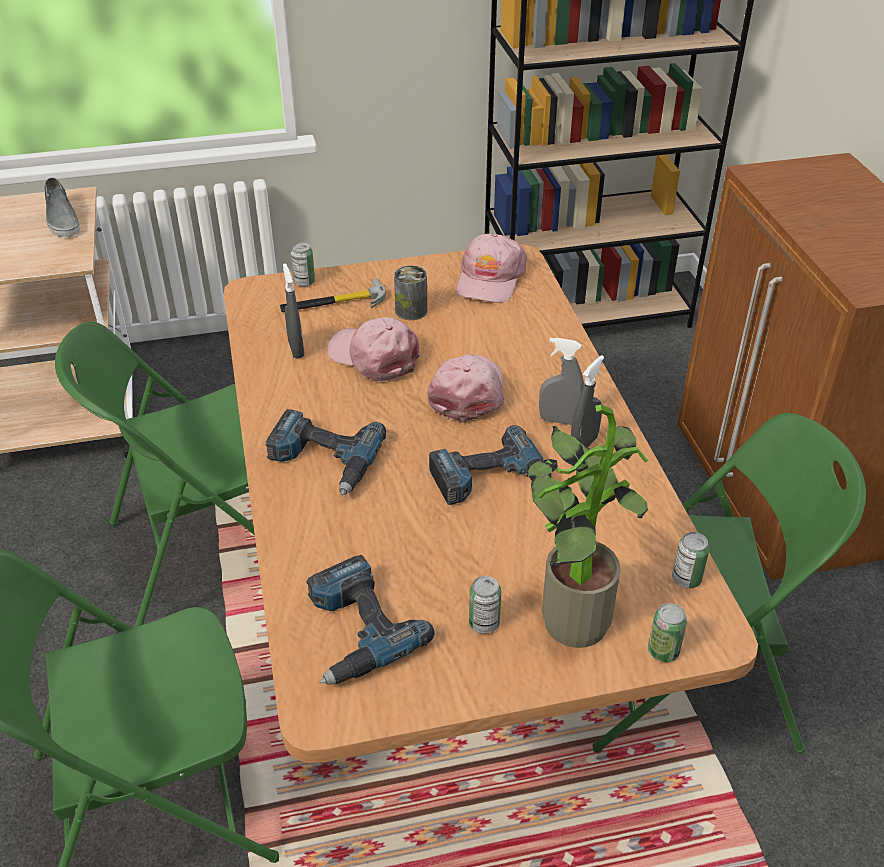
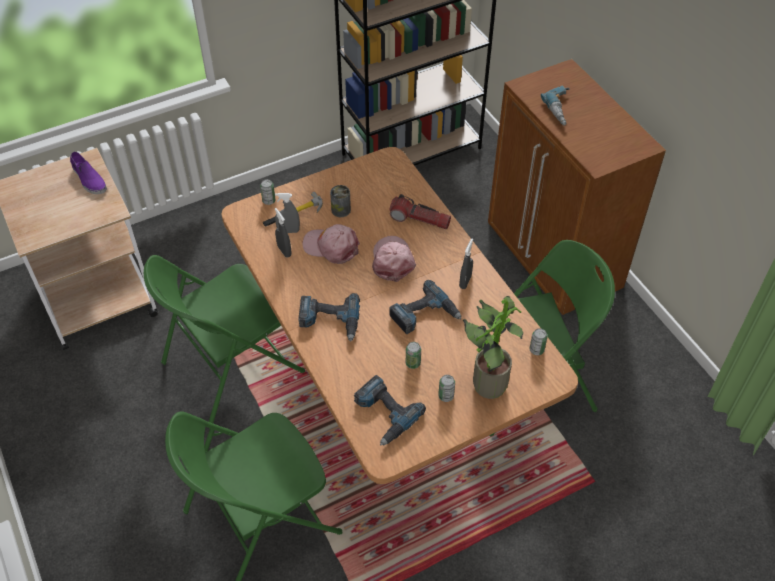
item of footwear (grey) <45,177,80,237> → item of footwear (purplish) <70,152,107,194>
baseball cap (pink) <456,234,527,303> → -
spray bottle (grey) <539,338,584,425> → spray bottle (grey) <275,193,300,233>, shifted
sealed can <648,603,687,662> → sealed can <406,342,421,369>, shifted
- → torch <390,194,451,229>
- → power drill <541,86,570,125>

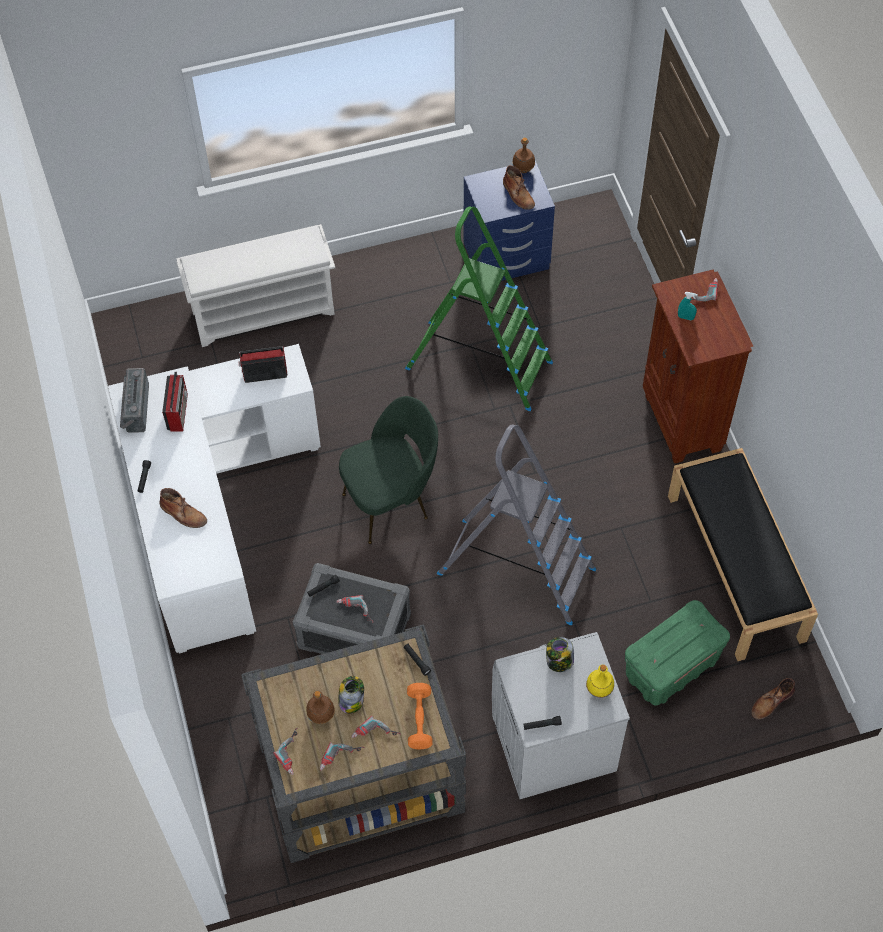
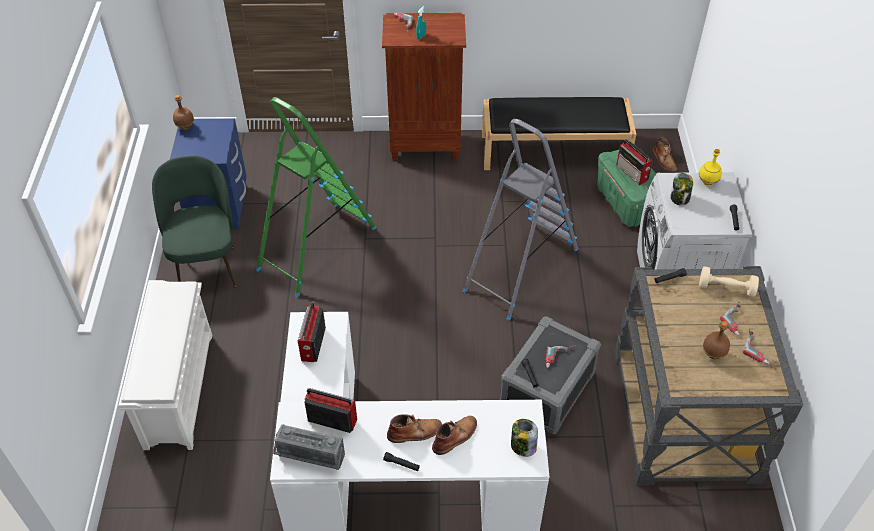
power drill <274,728,298,775> → -
storage jar <338,676,364,714> → storage jar <511,419,538,457>, shifted
chair (green) <339,396,438,544> → chair (green) <152,156,237,288>, shifted
free weight (orange) <407,683,433,749> → free weight (beige-coloured) <699,266,759,297>
high-top boot (brownish) <503,165,535,210> → high-top boot (brownish) <387,414,442,443>, shifted
- → radio receiver <616,139,653,185>

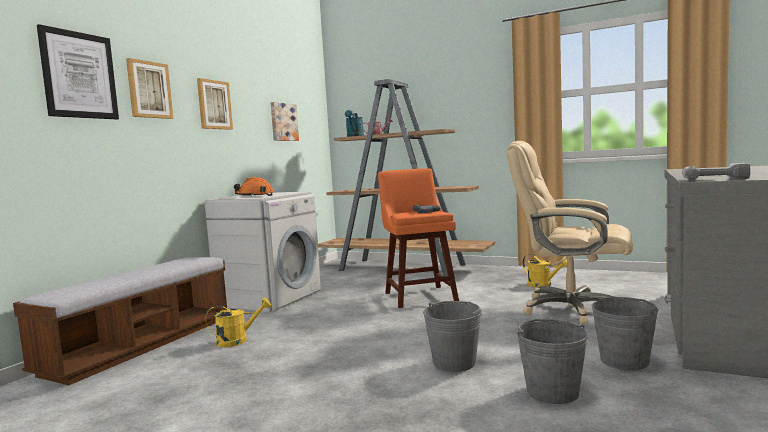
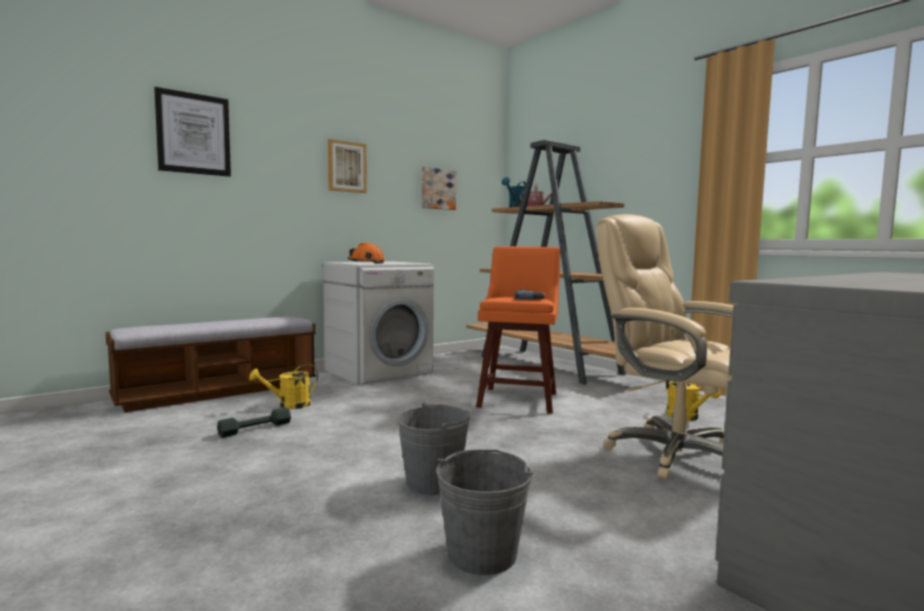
picture <126,58,173,119> → -
sprinkling can (yellow) <206,298,271,348> → sprinkling can (yellow) <249,364,318,409>, 150 degrees clockwise
pail (grey) <592,297,658,370> → -
power drill <682,163,750,179> → -
- → free weight (grey) <217,408,291,438>

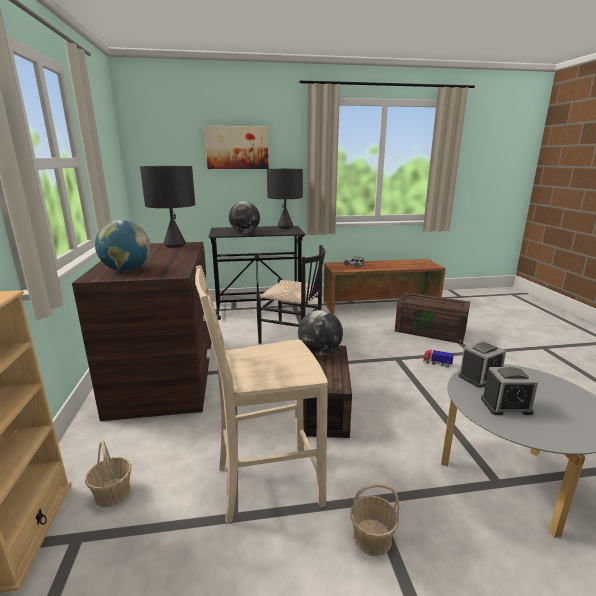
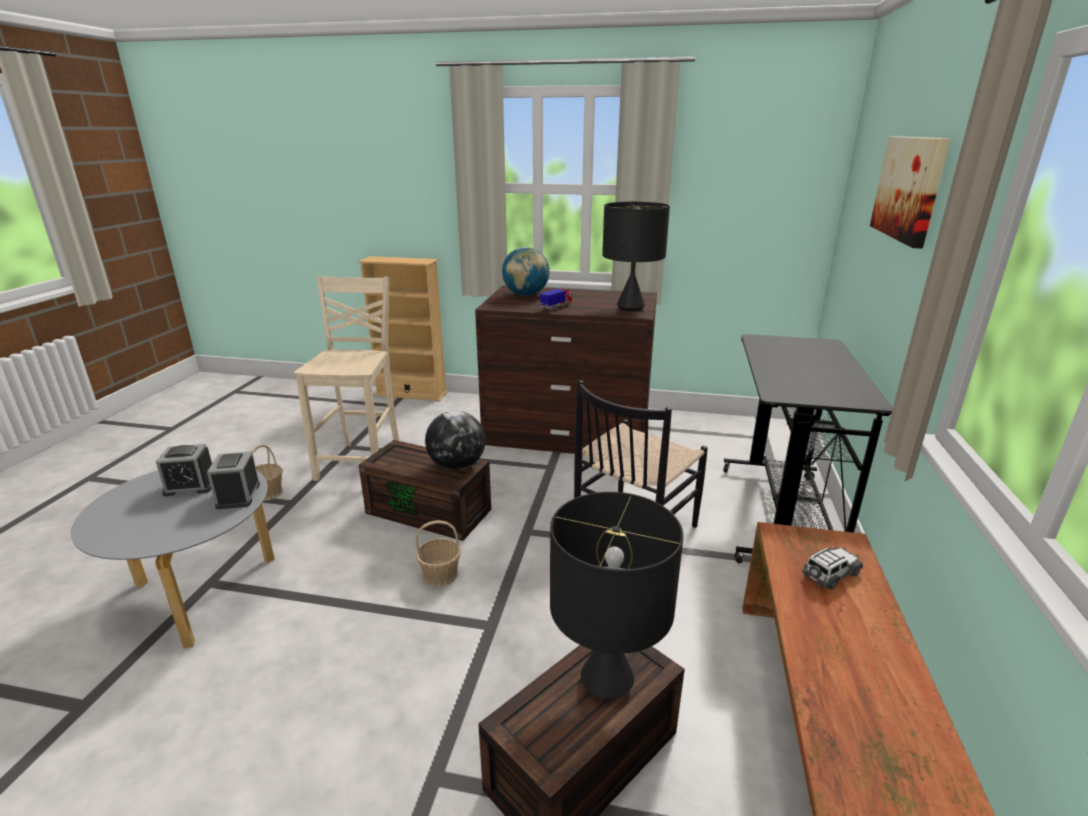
household basket <85,440,132,508> → household basket <416,520,461,587>, shifted
globe <229,201,260,233> → -
lamp for a table (black) <267,169,303,229> → lamp for a table (black) <550,492,683,699>, shifted
model truck <423,350,454,367> → model truck <540,288,572,311>, shifted
alarm clock <481,367,538,415> → alarm clock <156,444,212,496>, 120 degrees counterclockwise

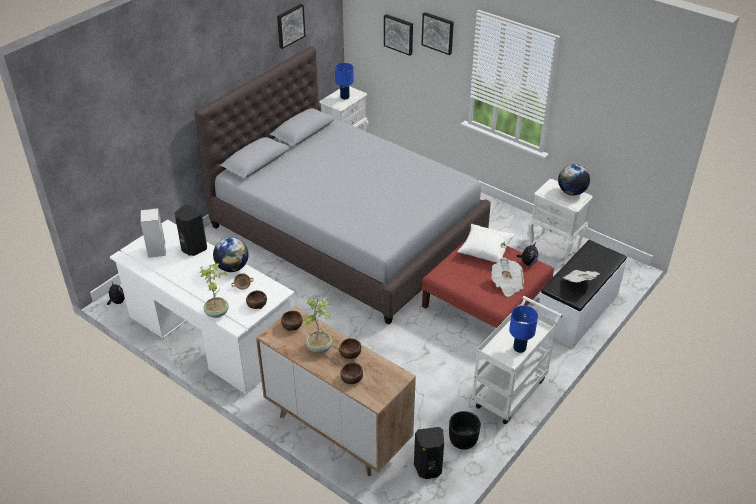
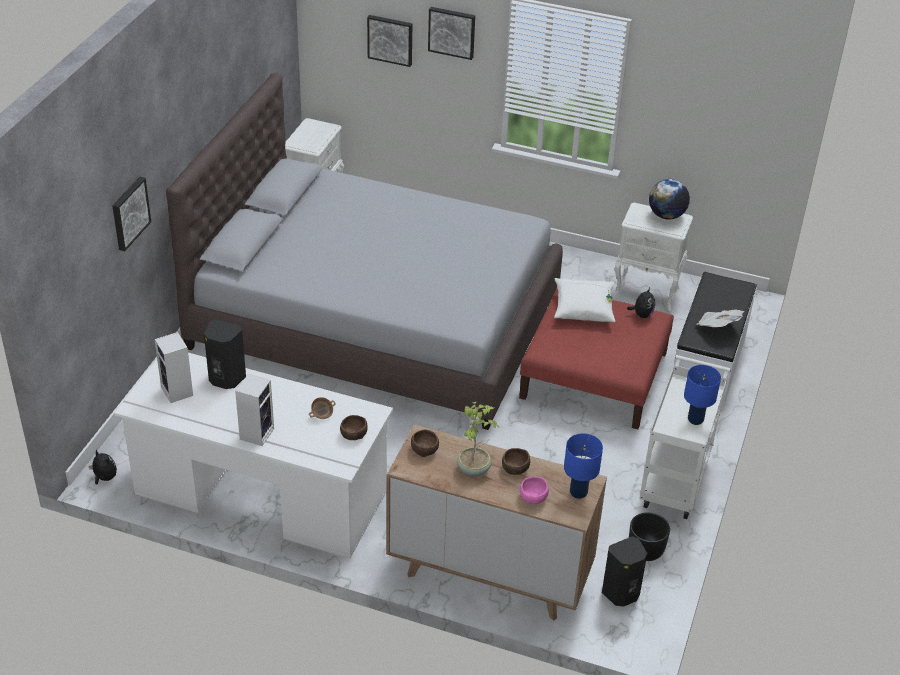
plant in a pot <200,263,229,318> → -
globe <213,237,249,272> → -
picture <277,4,305,49> → picture <112,177,151,251>, shifted
lamp for a table (bluish) <335,63,354,100> → lamp for a table (bluish) <564,433,603,499>, shifted
deep dish (brownish) <340,363,363,384> → deep dish (pink) <520,477,549,505>
newspaper <491,258,524,297> → -
- → audio speaker <235,374,274,446>

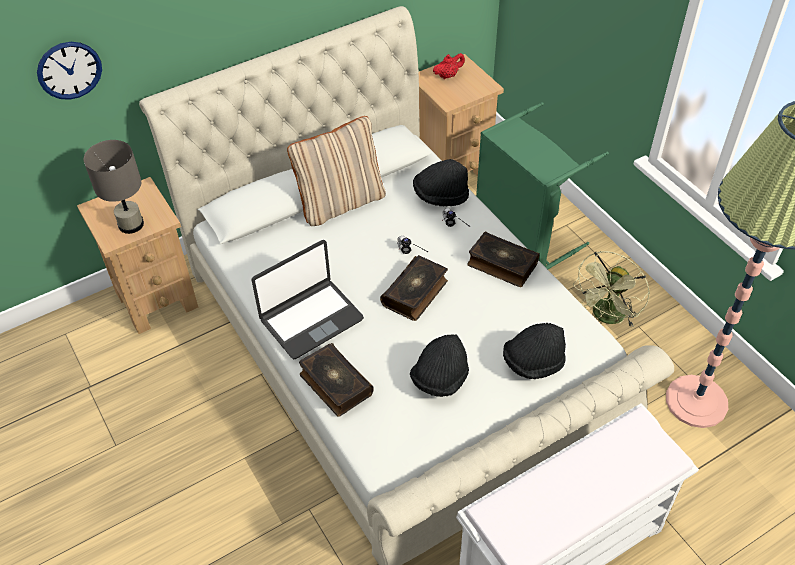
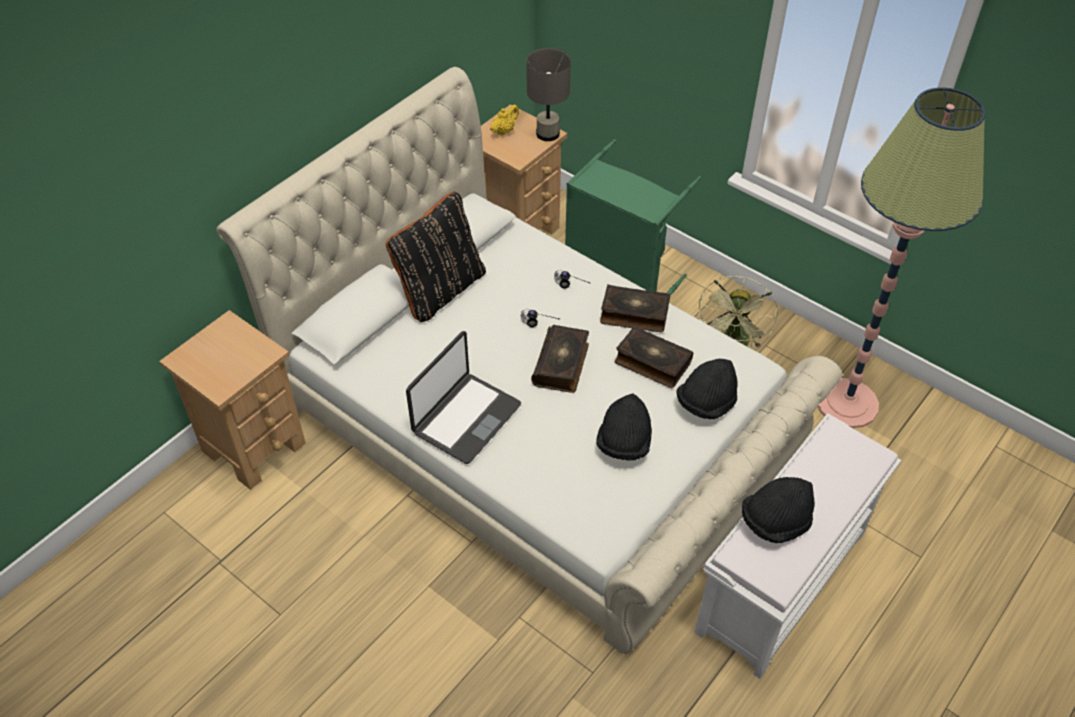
wall clock <37,42,102,100> → -
lamp for a table (grey) <84,140,144,234> → lamp for a table (grey) <527,48,571,141>, shifted
throw pillow (beige-coloured) <287,116,386,226> → throw pillow (black) <386,191,486,323>
book <299,343,374,417> → book <615,326,693,388>, shifted
hat (black) <413,159,469,206> → hat (black) <742,477,815,543>, shifted
pot for tea (red-coloured) <433,53,465,79> → pot for tea (yellow) <490,105,519,135>

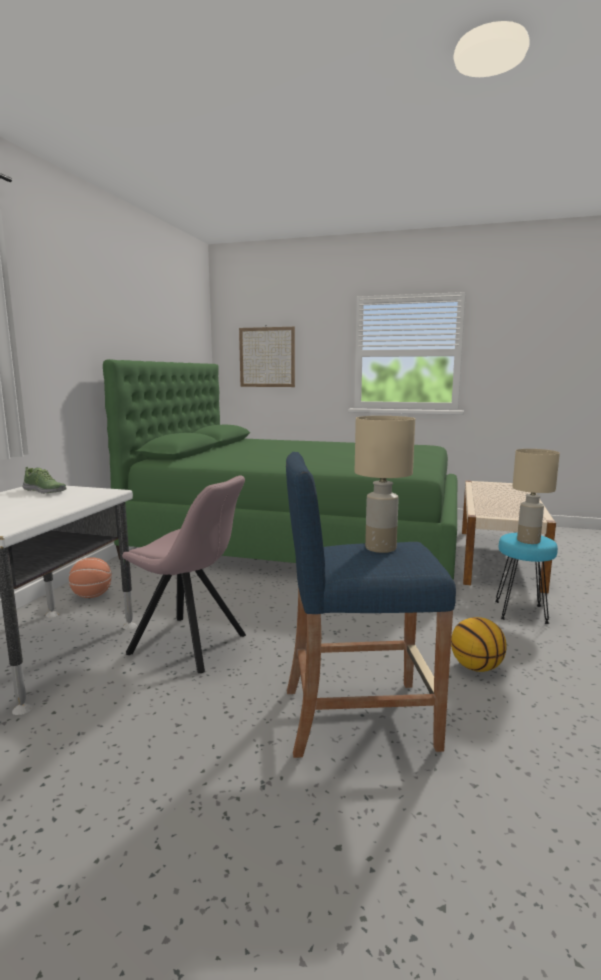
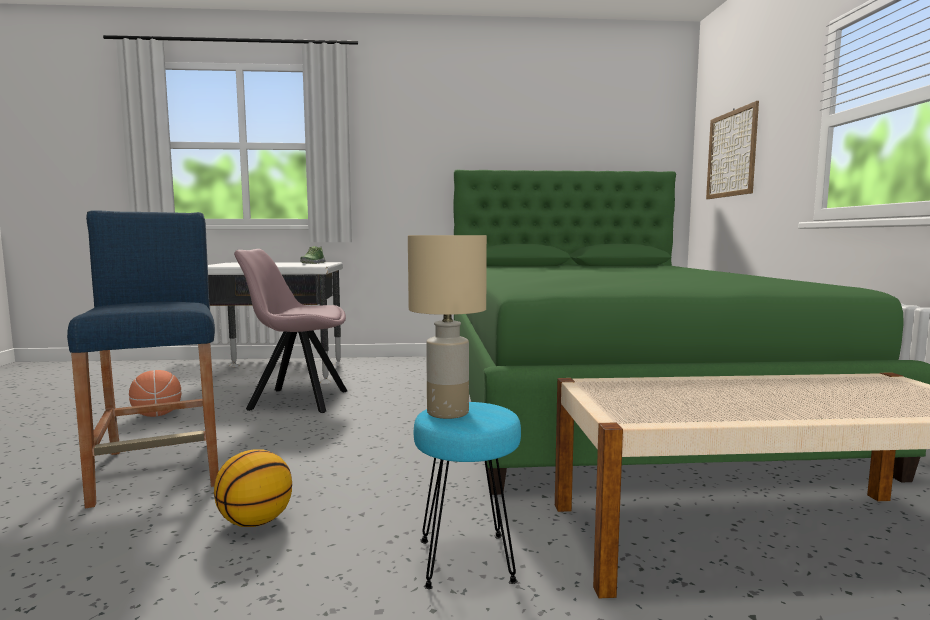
basketball ball <69,558,112,598> → basketball ball <129,370,181,417>, shifted
chair (pink) <122,475,246,673> → chair (pink) <234,249,347,413>, 90 degrees clockwise
lamp for a table (beige-coloured) <355,416,415,553> → -

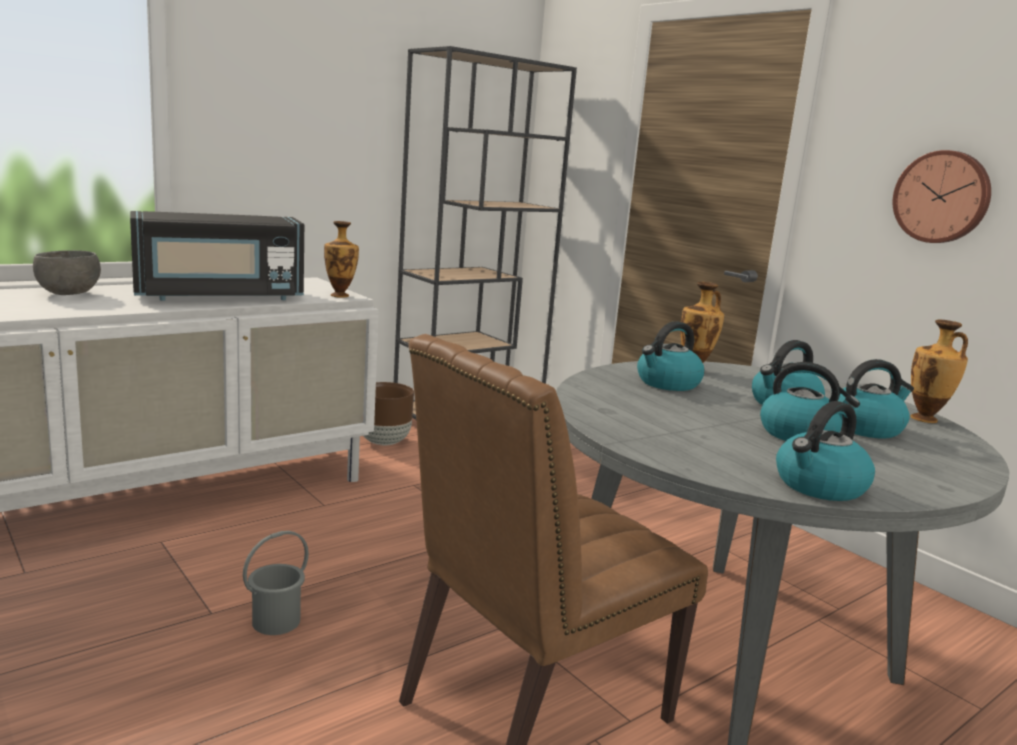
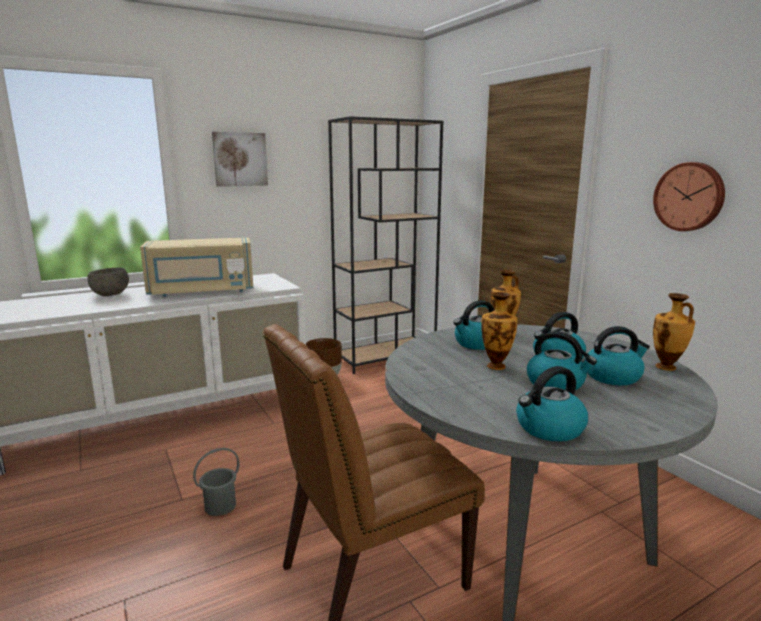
microwave (black) <130,211,304,301> → microwave (beige-coloured) <140,237,253,297>
decorative vase <324,221,359,298> → decorative vase <481,292,518,370>, shifted
- → picture <212,132,268,187>

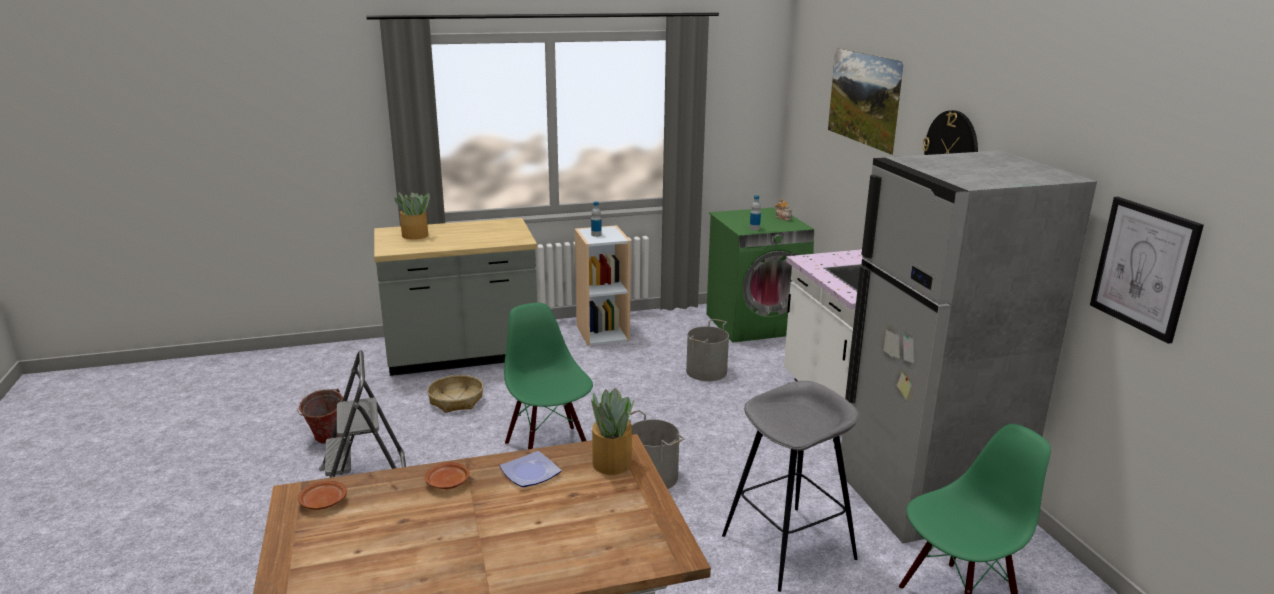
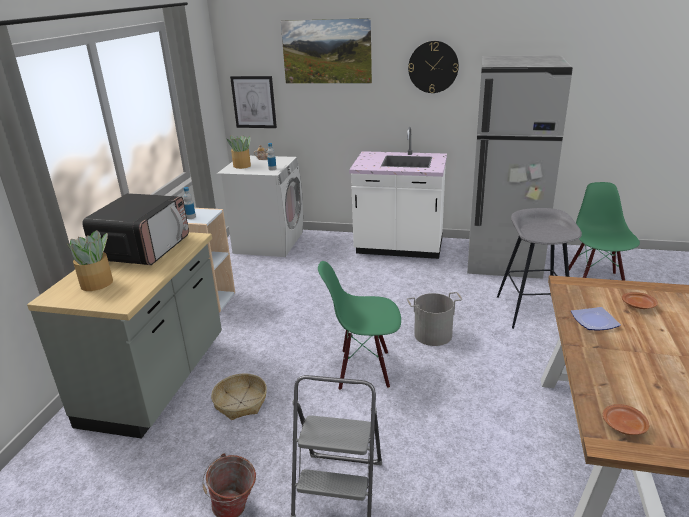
plate (brownish) <425,462,470,489> → plate (brownish) <622,292,658,309>, shifted
plant in a pot <591,388,635,475> → plant in a pot <227,135,251,169>, shifted
pail (grey) <686,319,729,381> → -
laundry machine (green) <706,207,814,343> → laundry machine (white-coloured) <217,156,303,257>
picture <1090,197,1204,344> → picture <230,76,277,128>, shifted
- → microwave <82,193,189,265>

